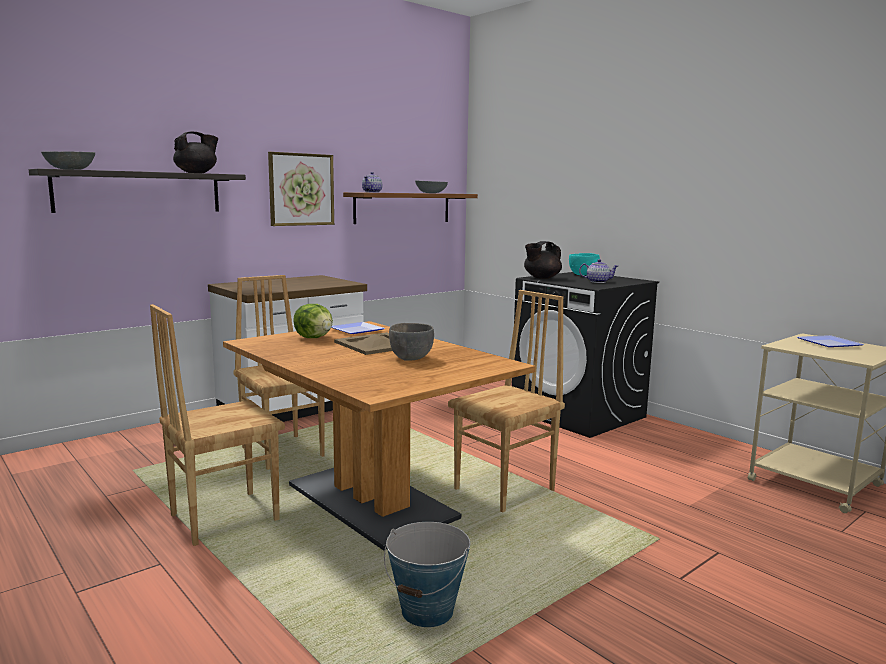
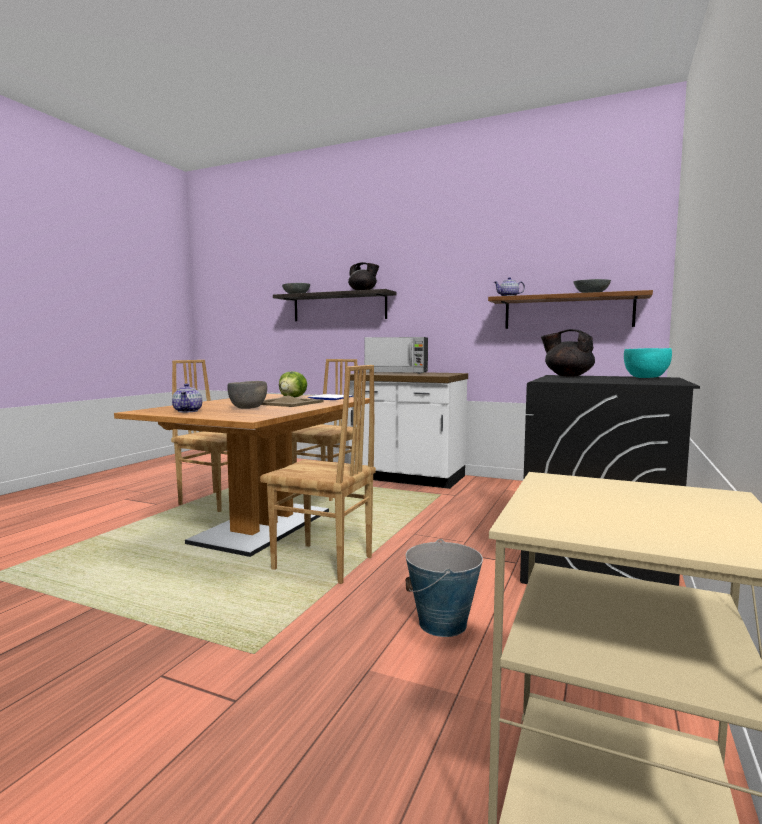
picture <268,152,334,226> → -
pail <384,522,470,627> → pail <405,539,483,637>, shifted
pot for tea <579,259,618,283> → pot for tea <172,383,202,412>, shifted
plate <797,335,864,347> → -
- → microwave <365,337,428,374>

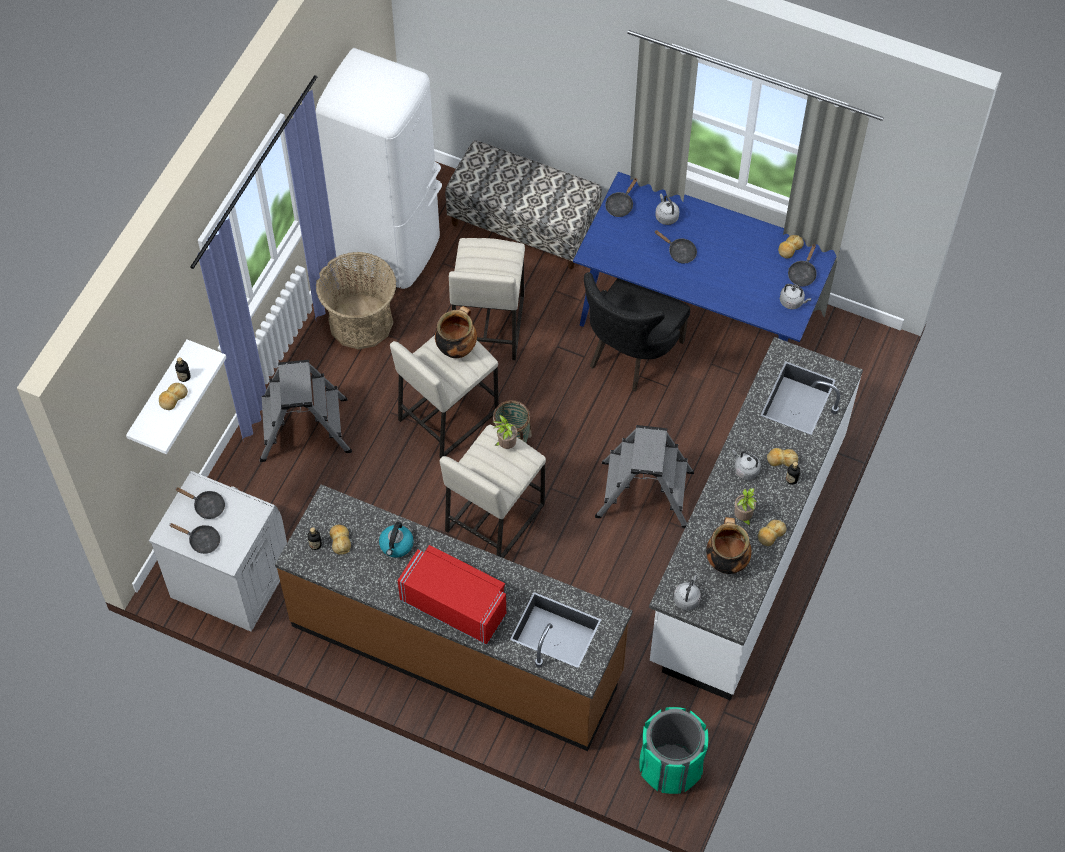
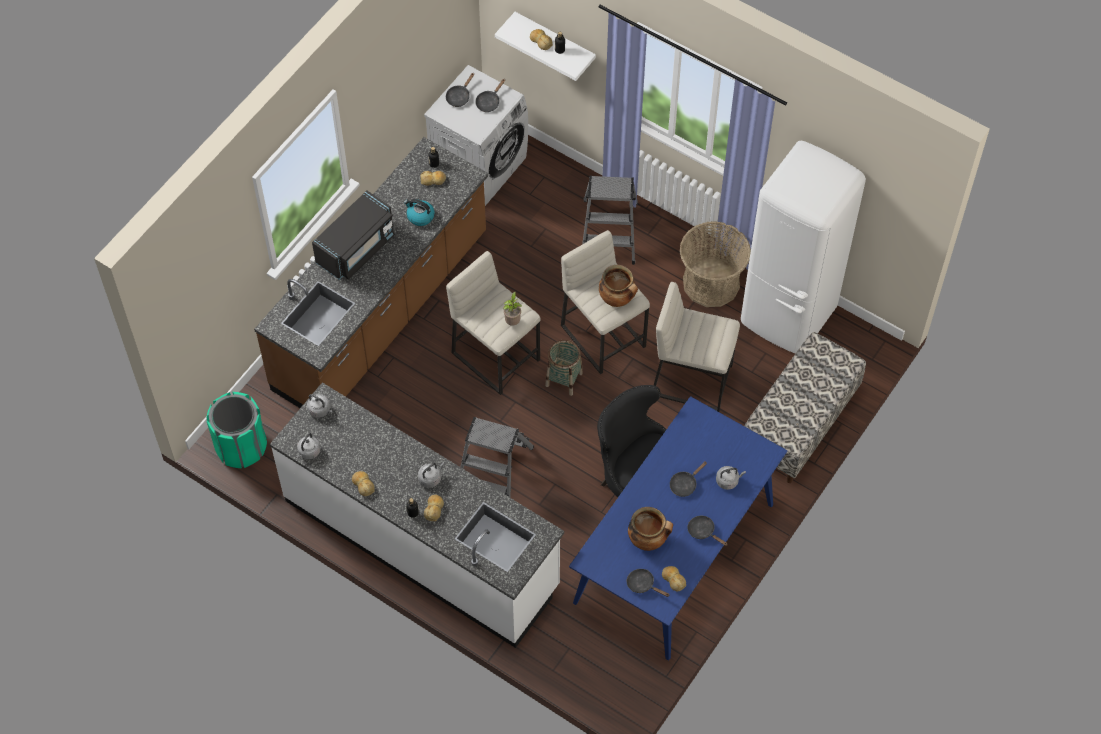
microwave (red-coloured) <397,545,507,645> → microwave (black) <312,190,395,280>
skillet (black) <605,177,637,217> → skillet (black) <687,516,728,546>, shifted
saucepot <706,517,751,574> → saucepot <628,507,673,551>, shifted
plant in a pot <734,488,757,527> → -
kettle (grey) <780,284,811,309> → kettle (grey) <296,433,321,460>, shifted

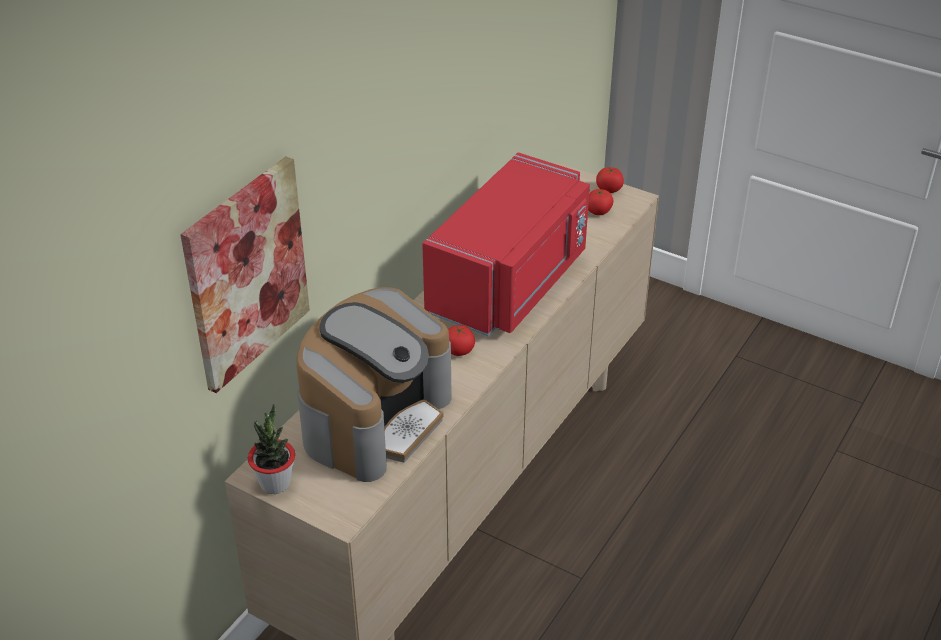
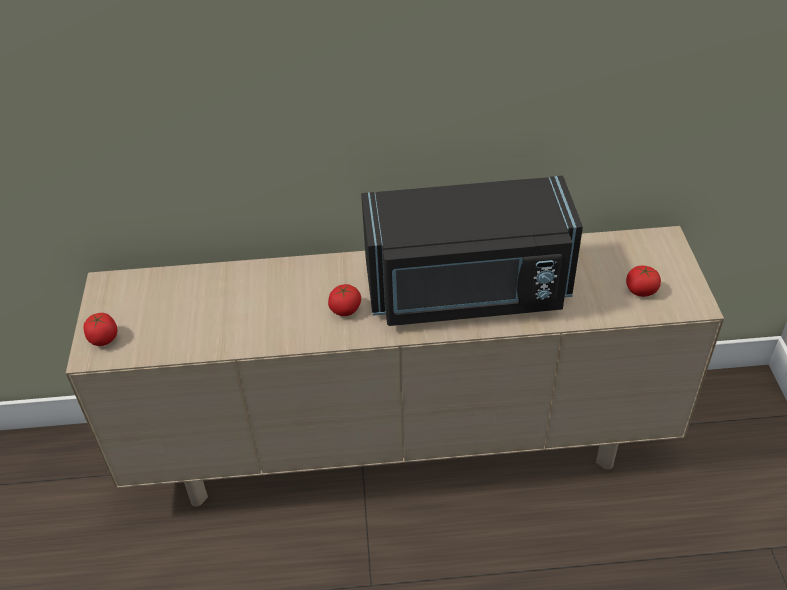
picture <180,156,310,393> → -
plant in a pot <248,404,295,494> → -
coffee machine <296,287,452,482> → -
microwave (red-coloured) <422,153,590,337> → microwave (black) <361,176,583,326>
tomato <596,167,624,193> → tomato <83,313,117,346>, shifted

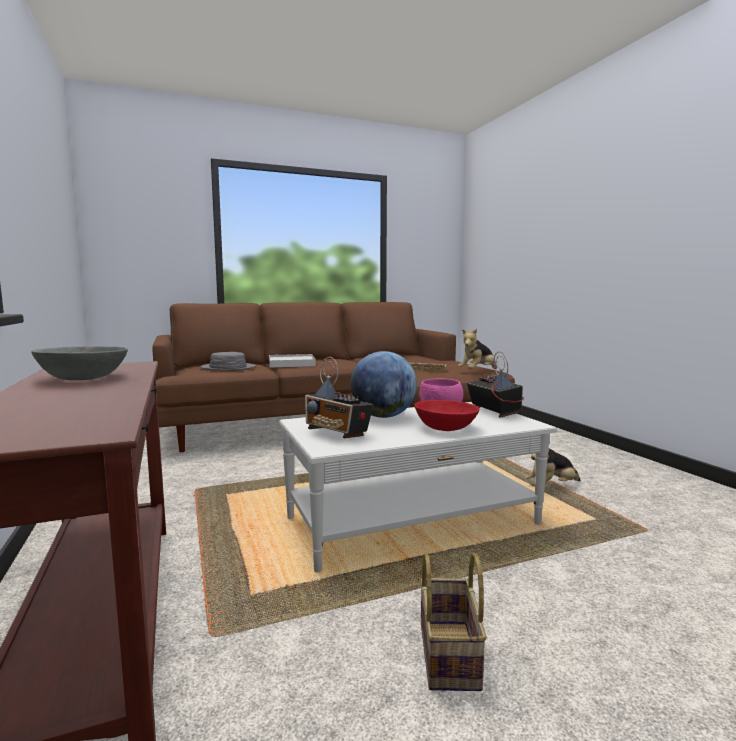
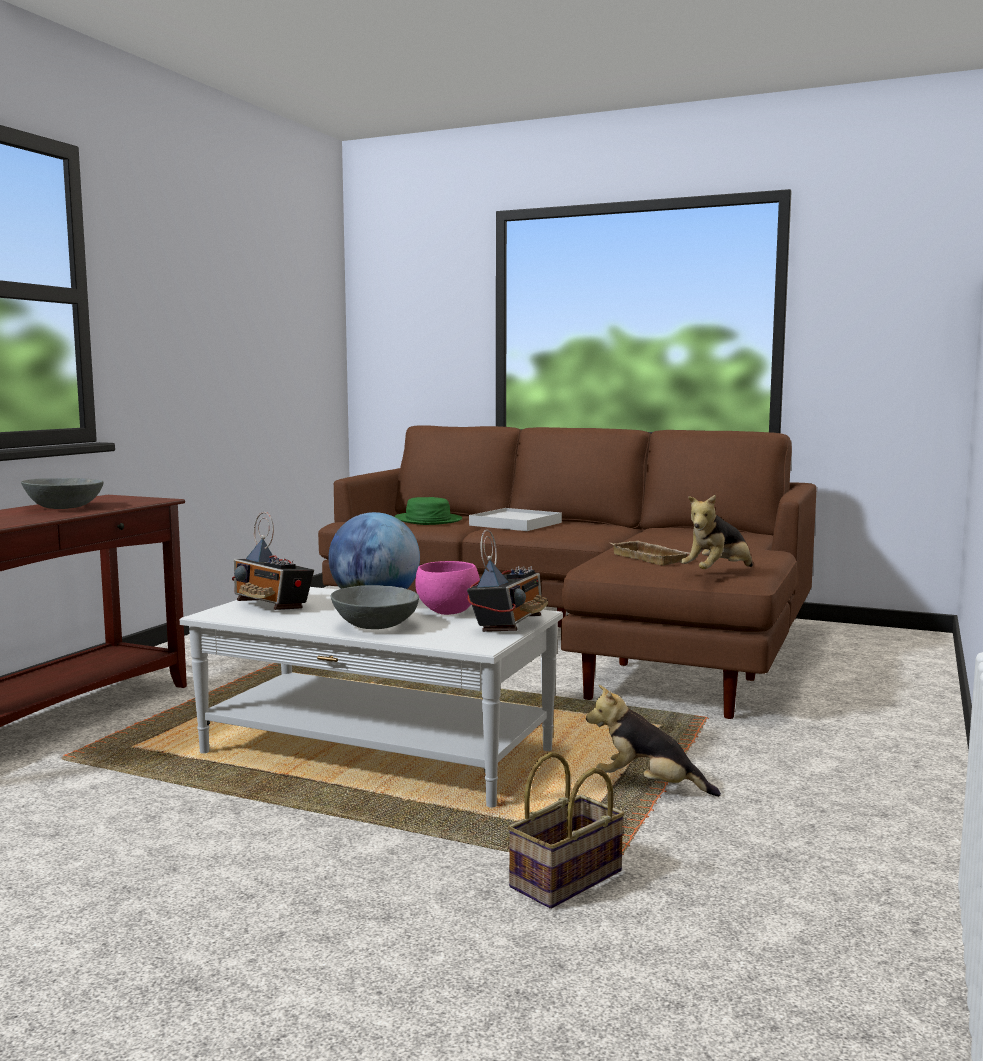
hat (grey) <200,352,256,371> → hat (green) <394,497,462,525>
radio receiver <304,357,373,438> → radio receiver <232,512,314,610>, 45 degrees counterclockwise
deep dish (red-coloured) <414,400,479,431> → deep dish (grey) <330,585,419,629>
household basket <420,553,487,691> → household basket <508,752,625,909>, shifted
soft toy <458,328,497,369> → soft toy <680,494,753,569>, 45 degrees counterclockwise

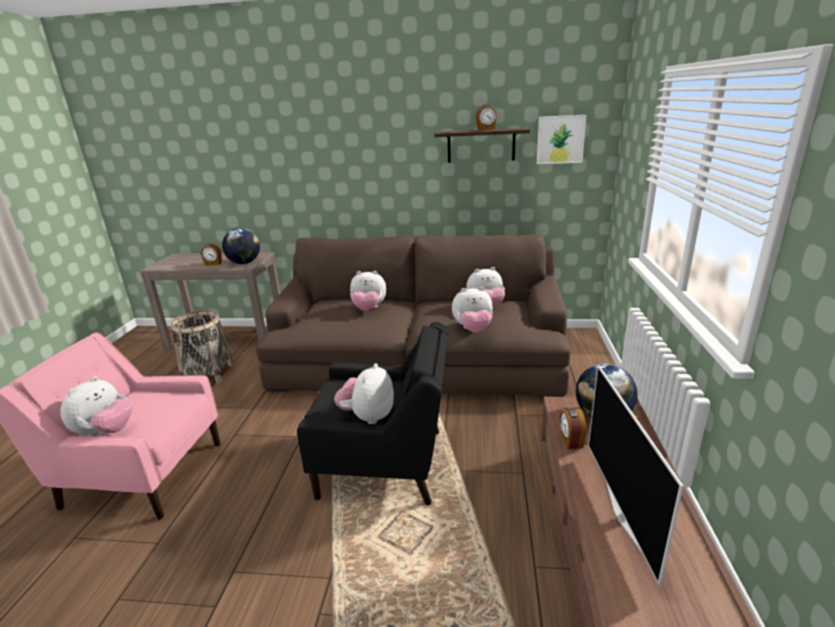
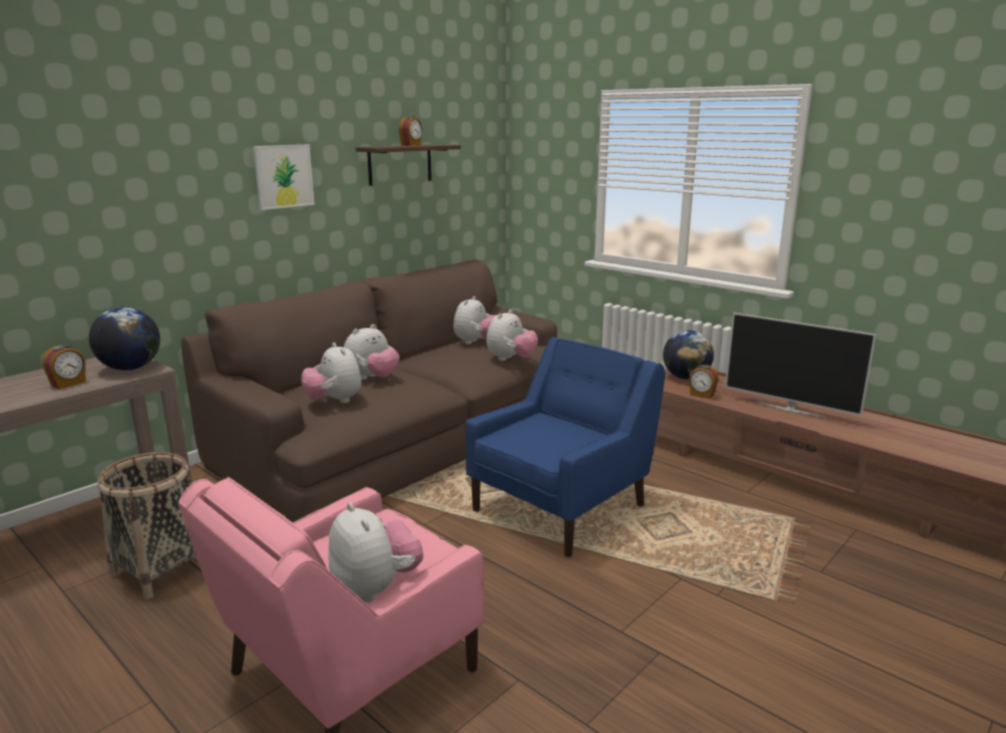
lounge chair (black) <297,322,449,505> → lounge chair (bluish) <466,337,665,557>
soft toy <334,363,394,424> → soft toy <301,343,362,403>, shifted
picture <537,115,587,164> → picture <253,145,315,210>, shifted

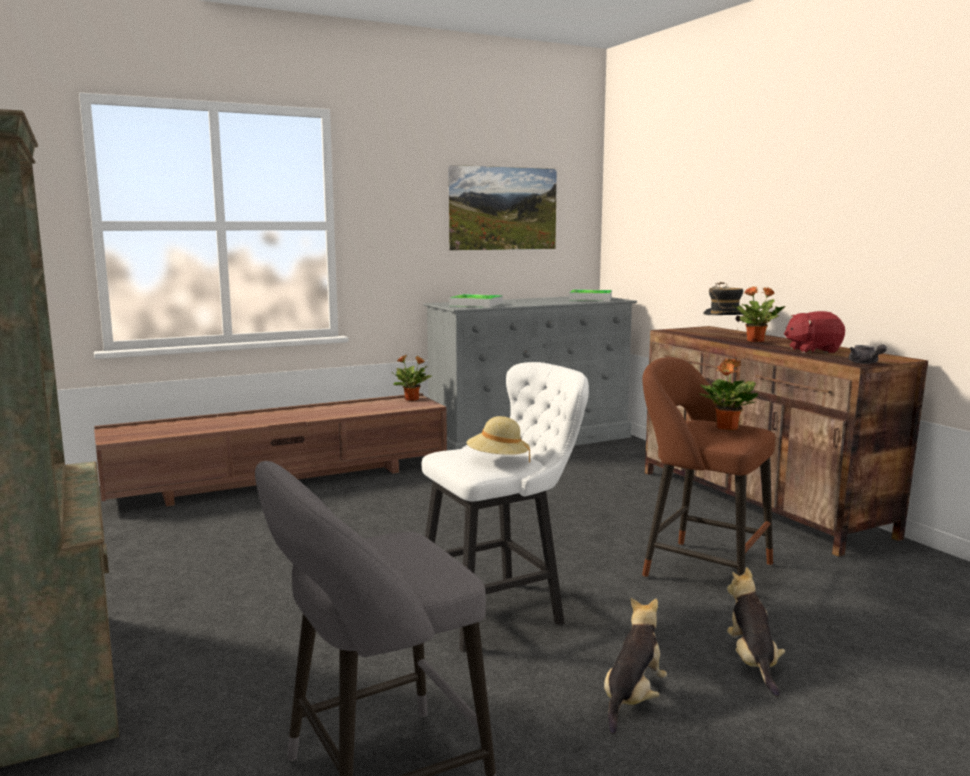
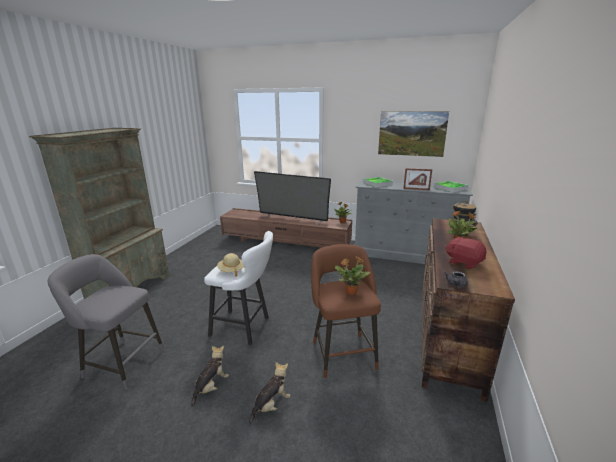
soft toy <604,598,667,734> → soft toy <191,346,229,407>, 45 degrees counterclockwise
- → TV set <254,171,331,225>
- → picture frame <403,168,432,190>

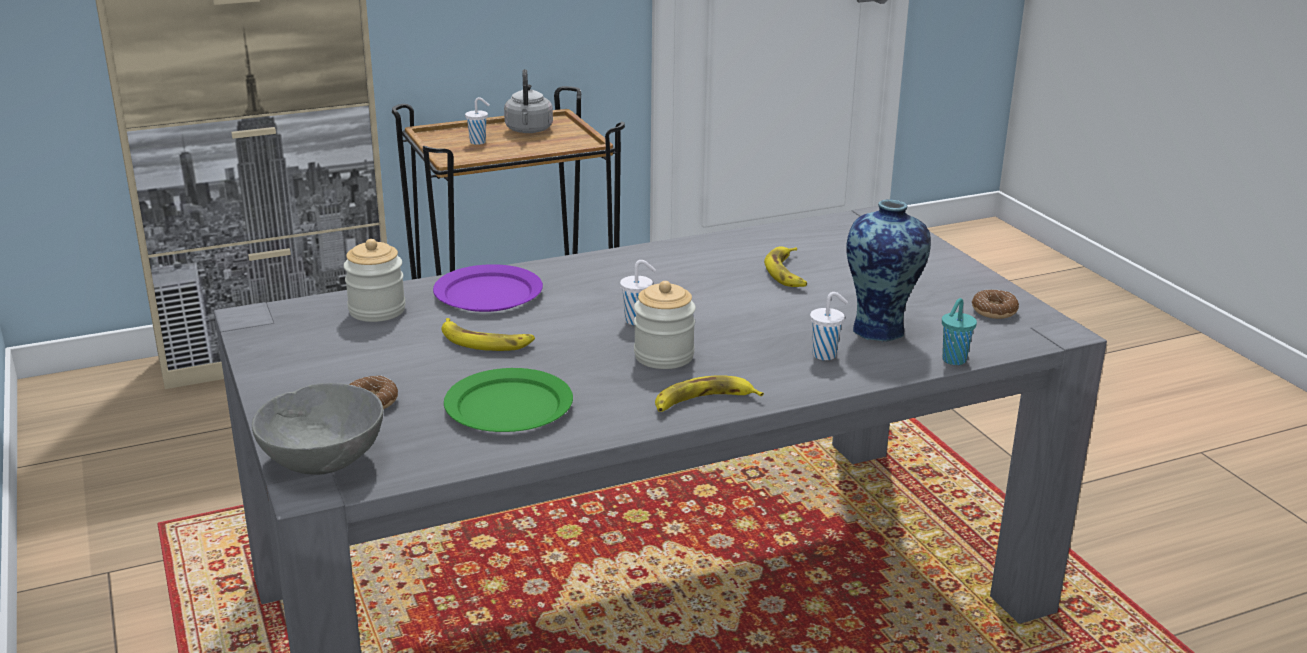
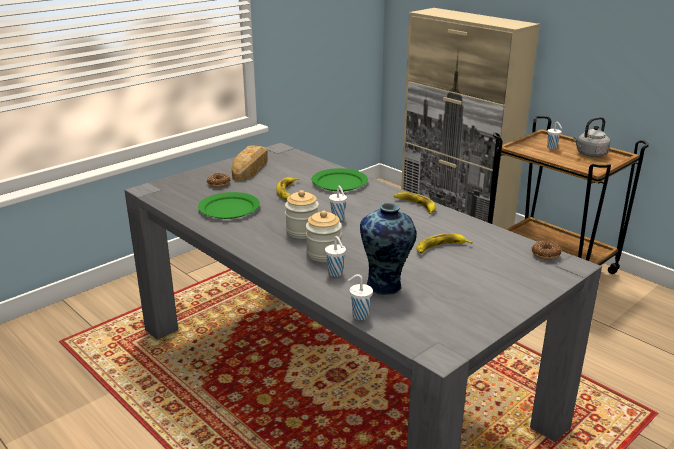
deep dish (grey) <252,383,383,475> → -
storage jar <344,239,406,322> → storage jar <306,210,342,262>, shifted
plate (purplish) <433,264,543,312> → plate (green) <312,168,368,191>
banana fruit <655,375,764,412> → banana fruit <394,192,436,214>, shifted
drinking cup (turquoise-coloured) <942,298,977,365> → drinking cup (white-coloured) <348,274,373,320>
donut <972,290,1019,319> → donut <532,240,562,260>, shifted
- → bakery bread <232,145,268,181>

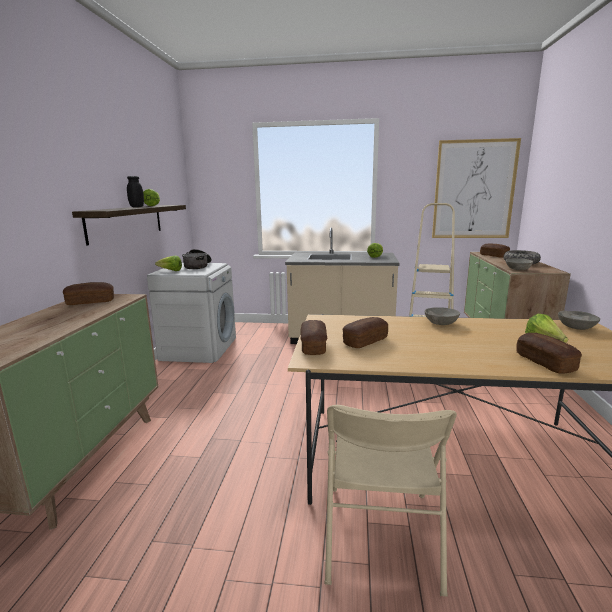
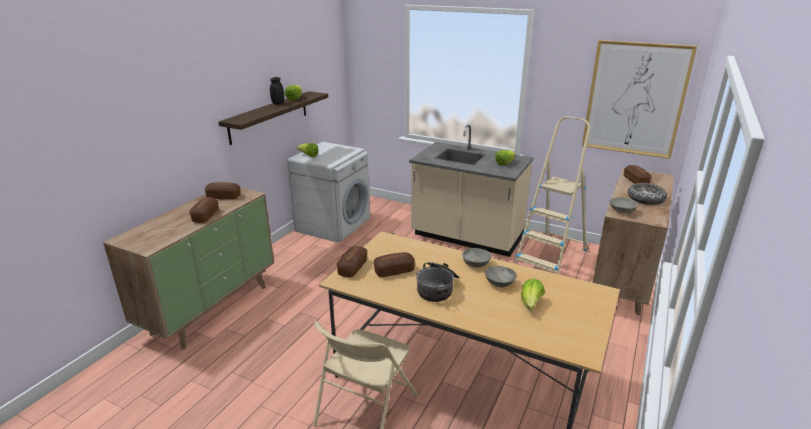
saucepot <182,249,212,269> → saucepot <416,262,459,302>, shifted
bakery bread <516,333,582,374> → bakery bread <189,197,219,223>, shifted
deep dish (grey) <558,311,600,330> → deep dish (grey) <485,266,517,287>, shifted

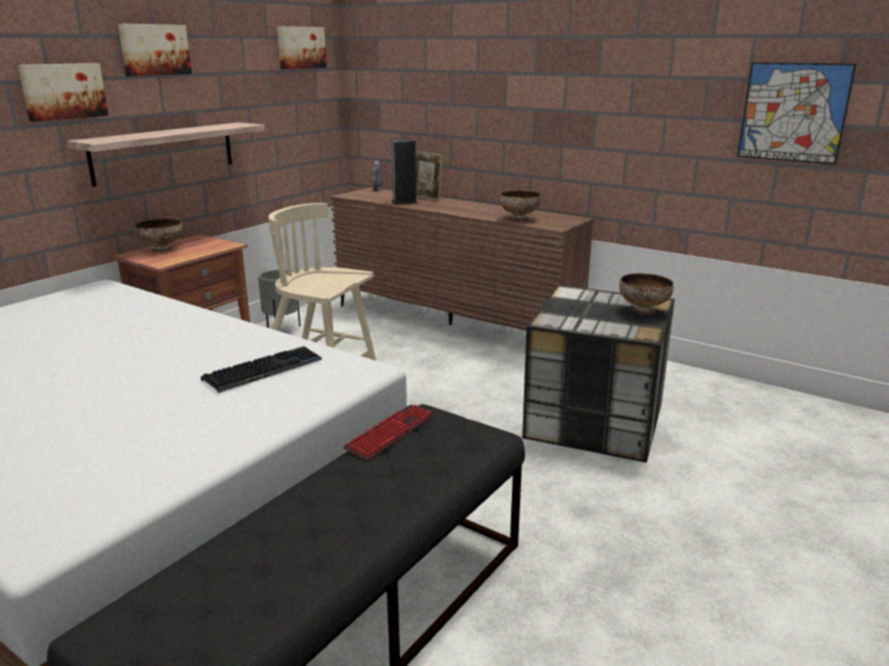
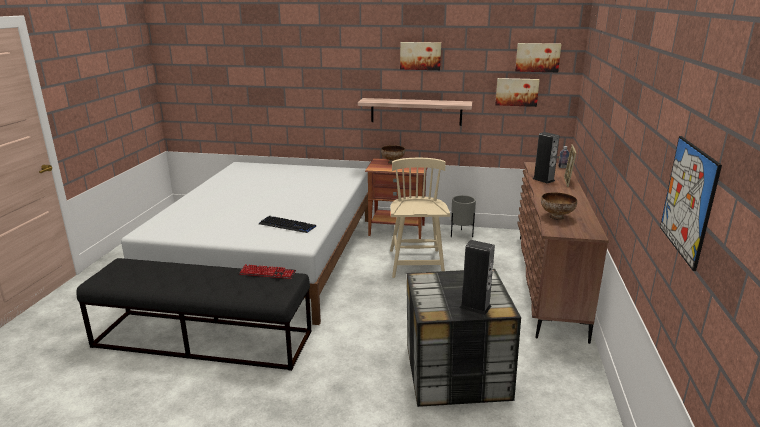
picture <18,63,109,122> → picture <495,78,540,107>, shifted
deep dish <619,273,674,315> → audio speaker <460,240,495,315>

